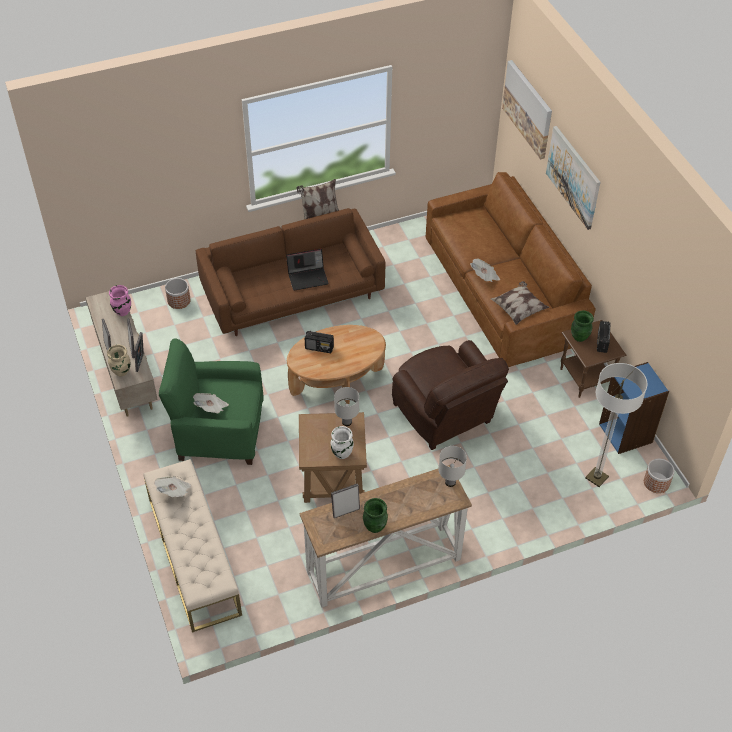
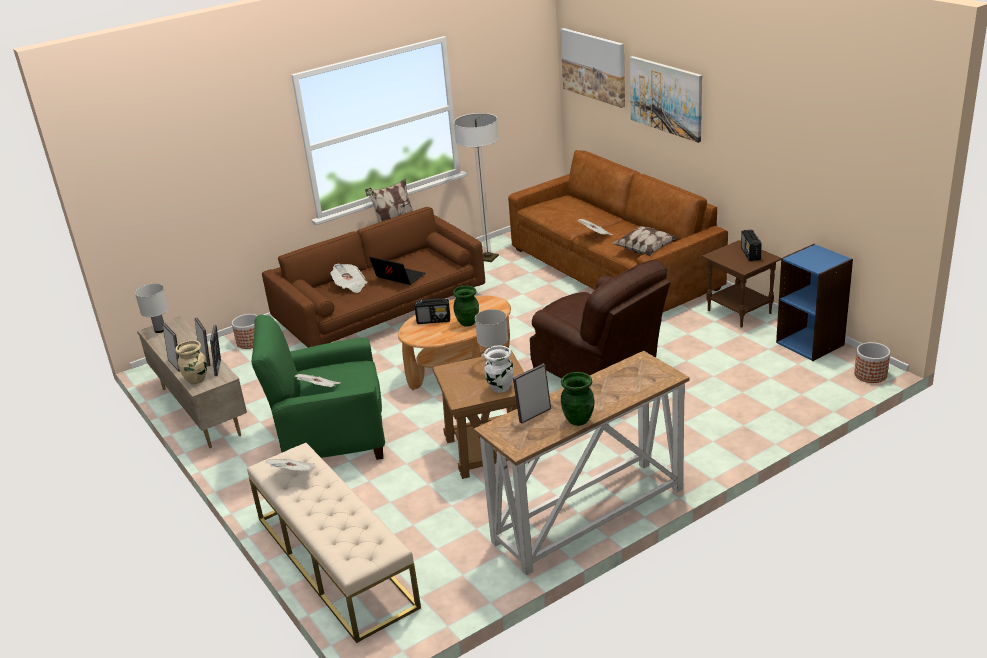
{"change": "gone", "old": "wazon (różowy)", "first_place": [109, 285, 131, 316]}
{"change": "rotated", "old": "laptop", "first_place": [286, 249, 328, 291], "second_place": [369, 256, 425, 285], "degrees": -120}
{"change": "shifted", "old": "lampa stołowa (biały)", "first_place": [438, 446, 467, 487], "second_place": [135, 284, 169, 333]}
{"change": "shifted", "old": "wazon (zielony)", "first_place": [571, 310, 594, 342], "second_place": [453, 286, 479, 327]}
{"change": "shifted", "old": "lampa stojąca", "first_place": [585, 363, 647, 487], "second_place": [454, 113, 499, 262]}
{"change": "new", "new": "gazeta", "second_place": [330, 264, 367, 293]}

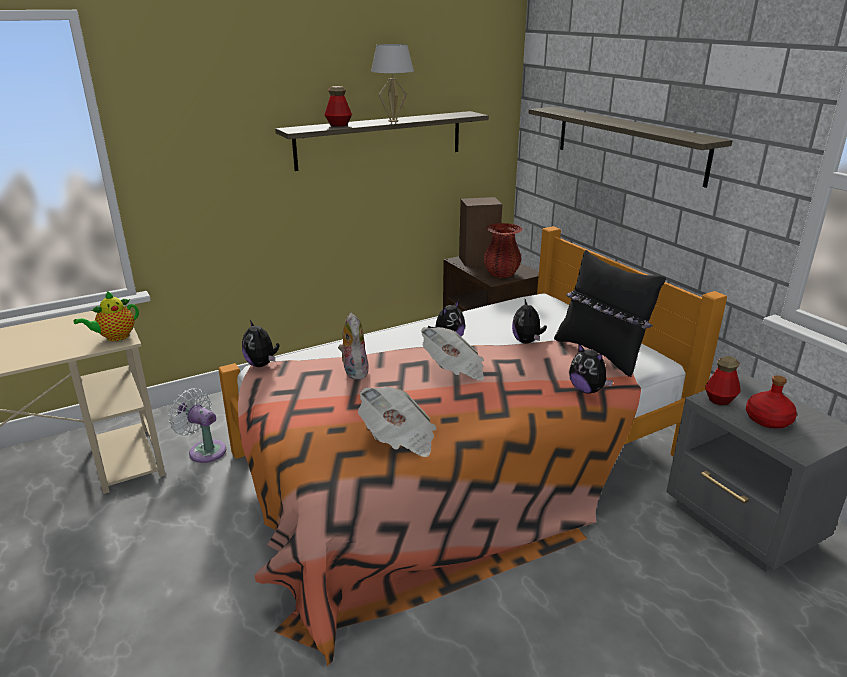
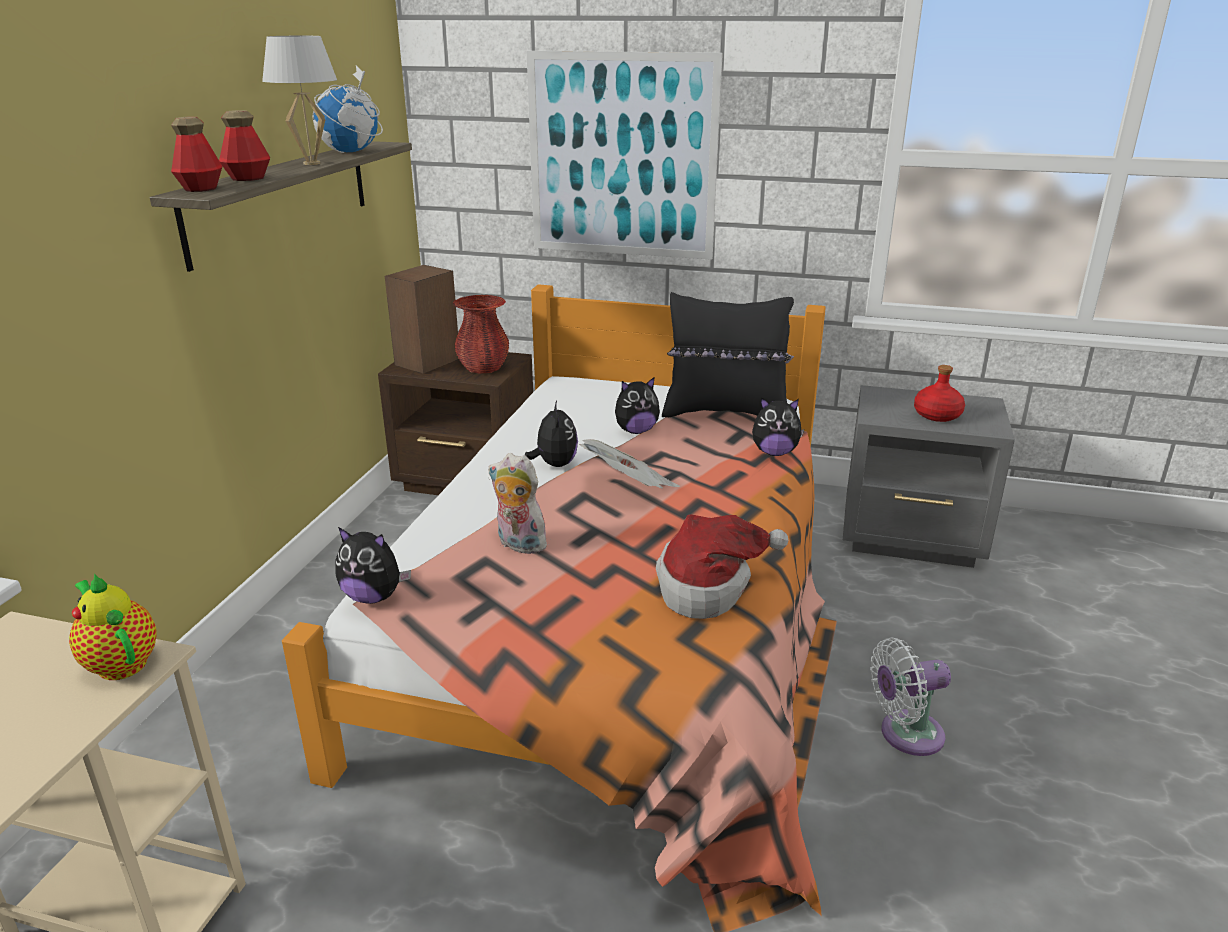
{"change": "rotated", "old": "imbryk", "first_place": [74, 291, 139, 341], "second_place": [69, 573, 157, 680], "degrees": 135}
{"change": "shifted", "old": "wentylator (biały)", "first_place": [169, 388, 226, 463], "second_place": [870, 637, 951, 756]}
{"change": "swapped", "old": "gazeta", "new": "kapelusz", "first_place": [358, 387, 436, 457], "second_place": [656, 514, 788, 619]}
{"change": "rotated", "old": "pluszak", "first_place": [512, 299, 547, 344], "second_place": [615, 377, 660, 434], "degrees": -60}
{"change": "swapped", "old": "półka", "new": "obraz", "first_place": [528, 107, 733, 188], "second_place": [526, 51, 723, 260]}
{"change": "shifted", "old": "butelka", "first_place": [705, 356, 741, 405], "second_place": [171, 117, 222, 192]}
{"change": "new", "new": "globus", "second_place": [313, 65, 383, 153]}

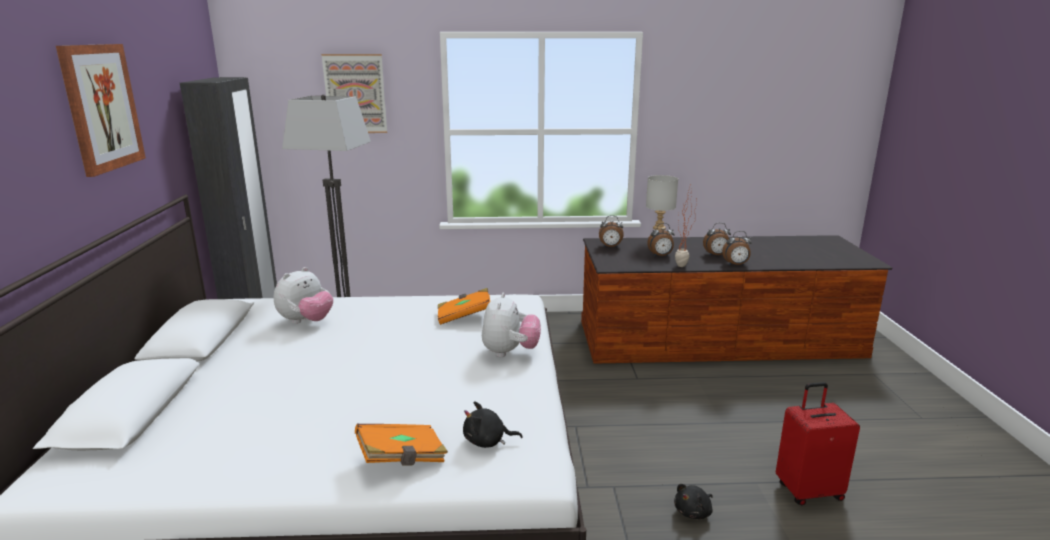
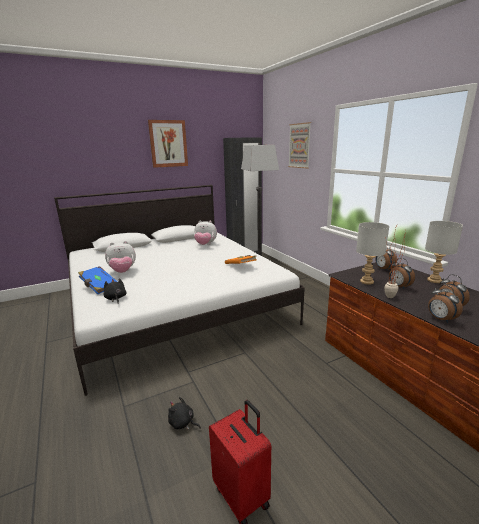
{"change": "repainted", "old": "książka (pomarańczowy)", "new": "książka (niebieski)", "first_place": [355, 424, 448, 466], "second_place": [78, 266, 117, 295]}
{"change": "shifted", "old": "pluszak", "first_place": [482, 293, 541, 357], "second_place": [105, 241, 136, 273]}
{"change": "new", "new": "lampa stołowa (szary)", "second_place": [356, 222, 389, 285]}

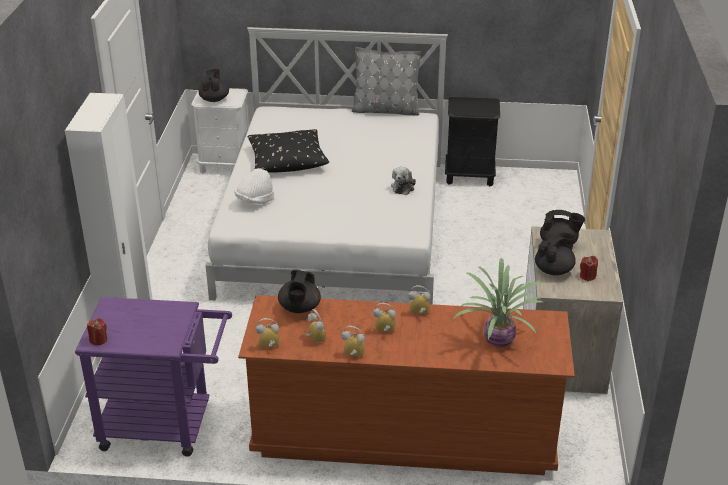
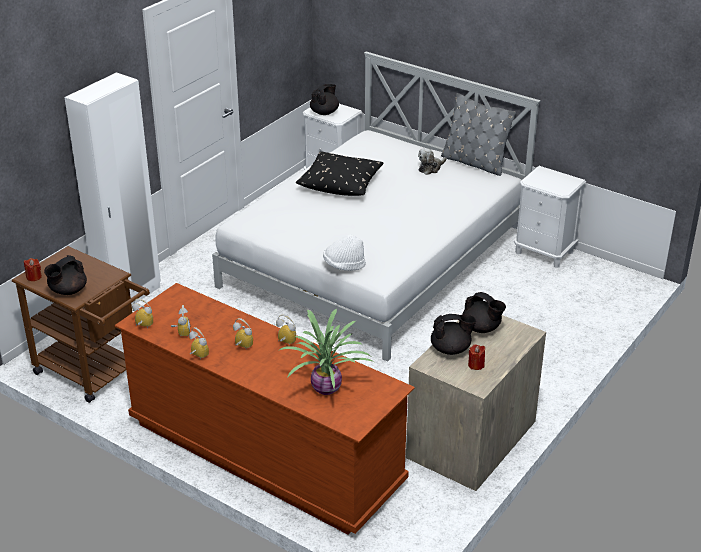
{"change": "repainted", "old": "wózek (fioletowy)", "new": "wózek (brązowy)", "first_place": [75, 297, 232, 457], "second_place": [12, 246, 150, 403]}
{"change": "shifted", "old": "kapelusz (biały)", "first_place": [234, 168, 275, 204], "second_place": [323, 235, 366, 271]}
{"change": "shifted", "old": "imbryk (czarny)", "first_place": [278, 270, 321, 313], "second_place": [44, 255, 87, 295]}
{"change": "shifted", "old": "pluszak", "first_place": [391, 167, 416, 195], "second_place": [418, 148, 446, 175]}
{"change": "repainted", "old": "szafka nocna (czarny)", "new": "szafka nocna (biały)", "first_place": [445, 97, 500, 186], "second_place": [514, 166, 586, 268]}

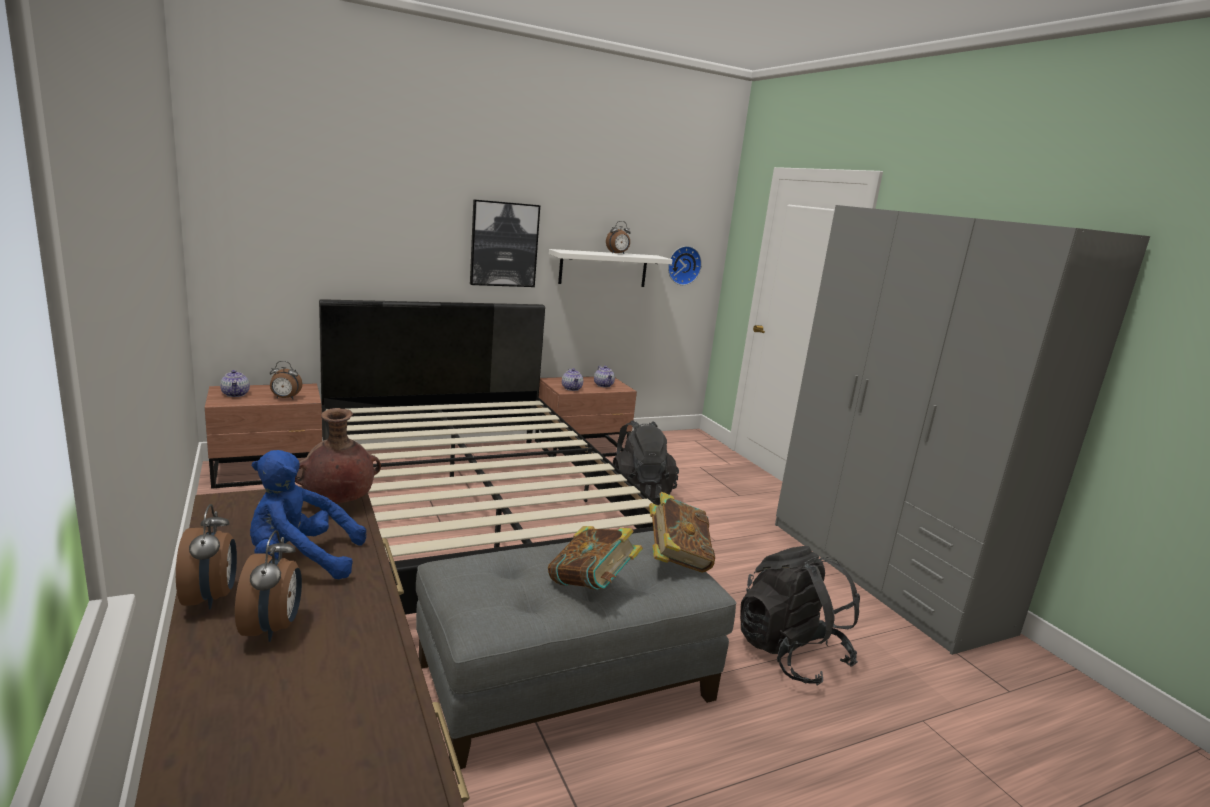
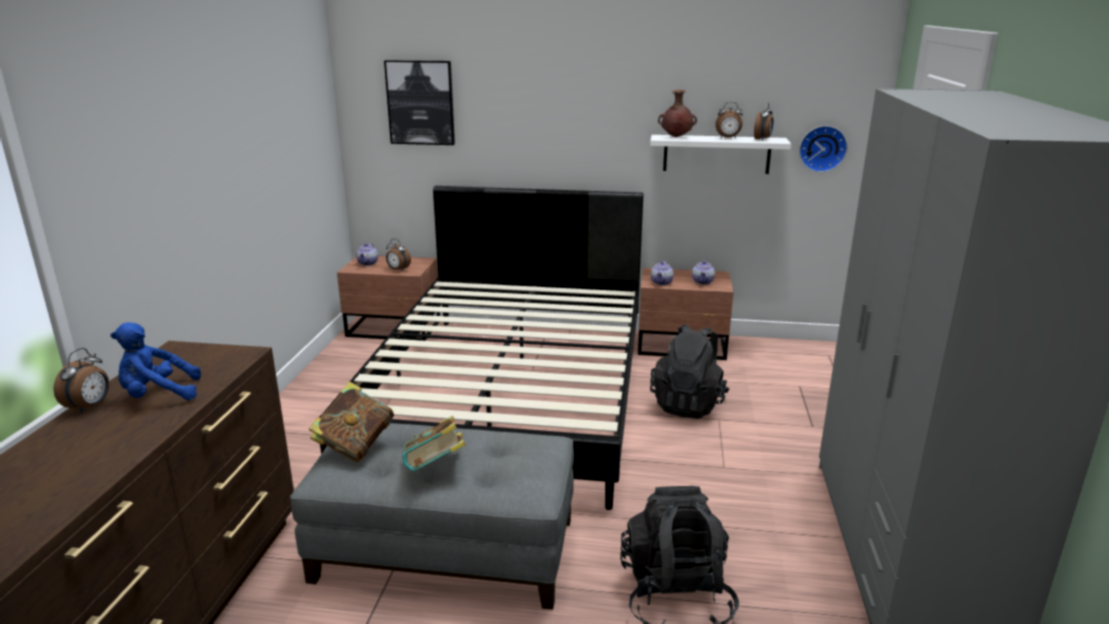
{"change": "shifted", "old": "budzik", "first_place": [235, 530, 302, 642], "second_place": [754, 103, 773, 141]}
{"change": "rotated", "old": "pluszak (niebieski)", "first_place": [250, 450, 366, 579], "second_place": [110, 322, 201, 400], "degrees": -45}
{"change": "shifted", "old": "wazon (brązowy)", "first_place": [295, 408, 381, 504], "second_place": [658, 90, 697, 137]}
{"change": "shifted", "old": "obraz", "first_place": [470, 199, 540, 287], "second_place": [384, 60, 455, 145]}
{"change": "shifted", "old": "książka", "first_place": [649, 492, 715, 572], "second_place": [309, 382, 394, 462]}

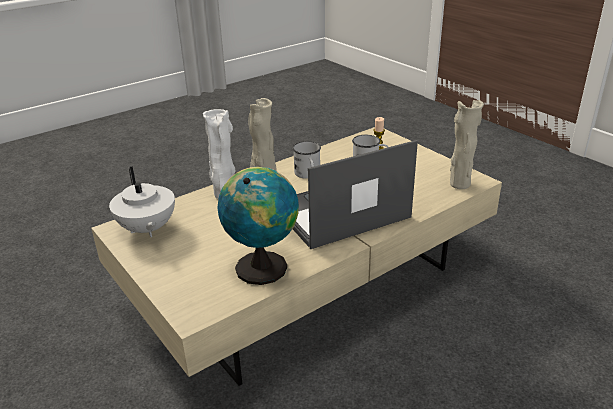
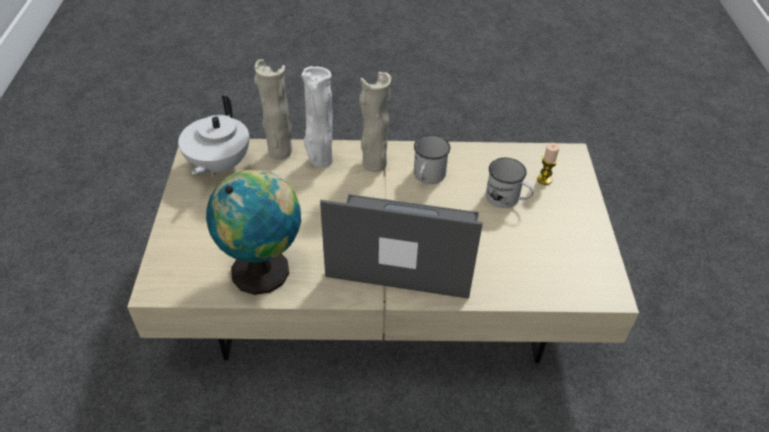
{"change": "shifted", "old": "wazon (beżowy)", "first_place": [450, 100, 484, 189], "second_place": [254, 59, 293, 160]}

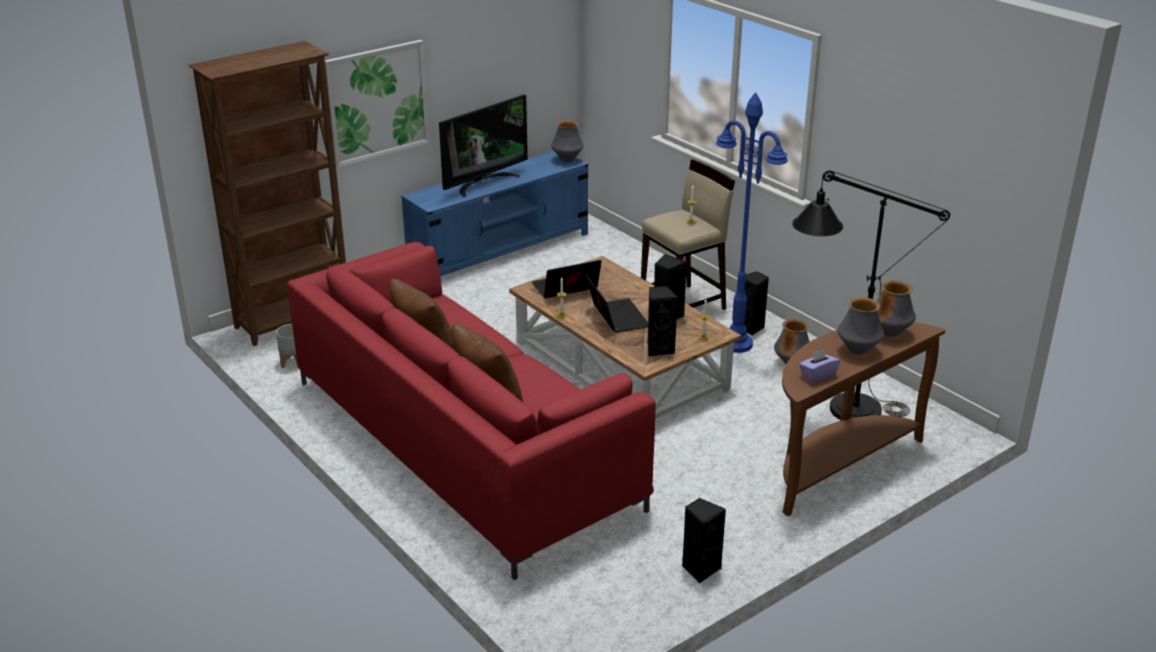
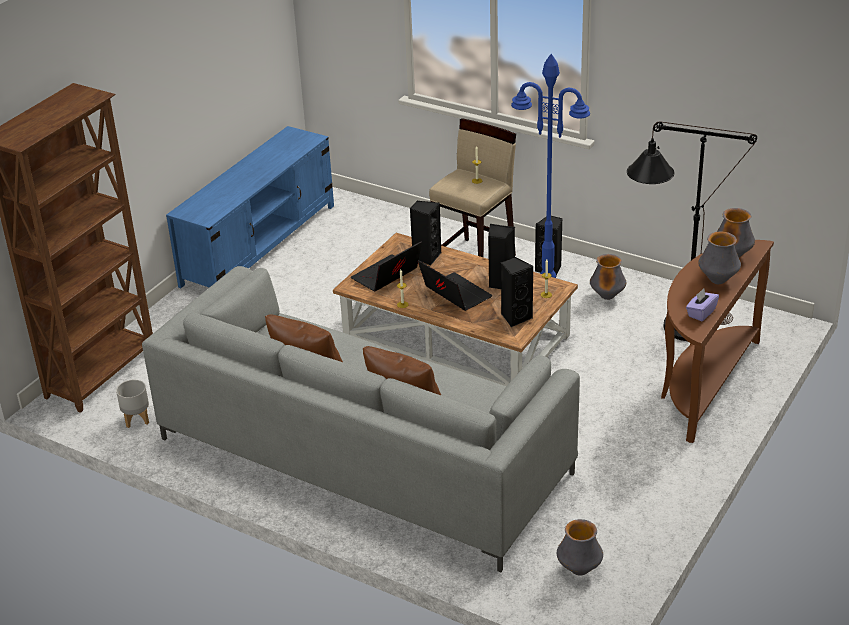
{"change": "repainted", "old": "kanapa (czerwony)", "new": "kanapa (szary)", "first_place": [287, 242, 656, 580], "second_place": [142, 266, 580, 572]}
{"change": "gone", "old": "obraz", "first_place": [325, 40, 430, 168]}
{"change": "gone", "old": "telewizor", "first_place": [439, 94, 528, 197]}
{"change": "shifted", "old": "wazon", "first_place": [551, 120, 584, 162], "second_place": [557, 519, 603, 576]}
{"change": "shifted", "old": "głośnik (czarny)", "first_place": [682, 498, 726, 583], "second_place": [410, 201, 442, 265]}

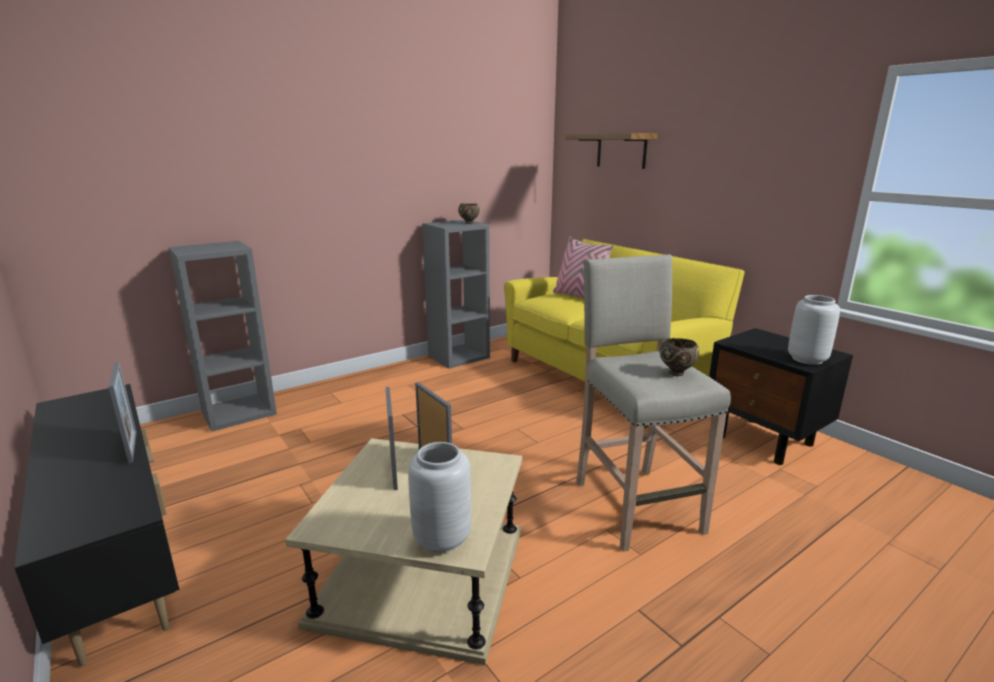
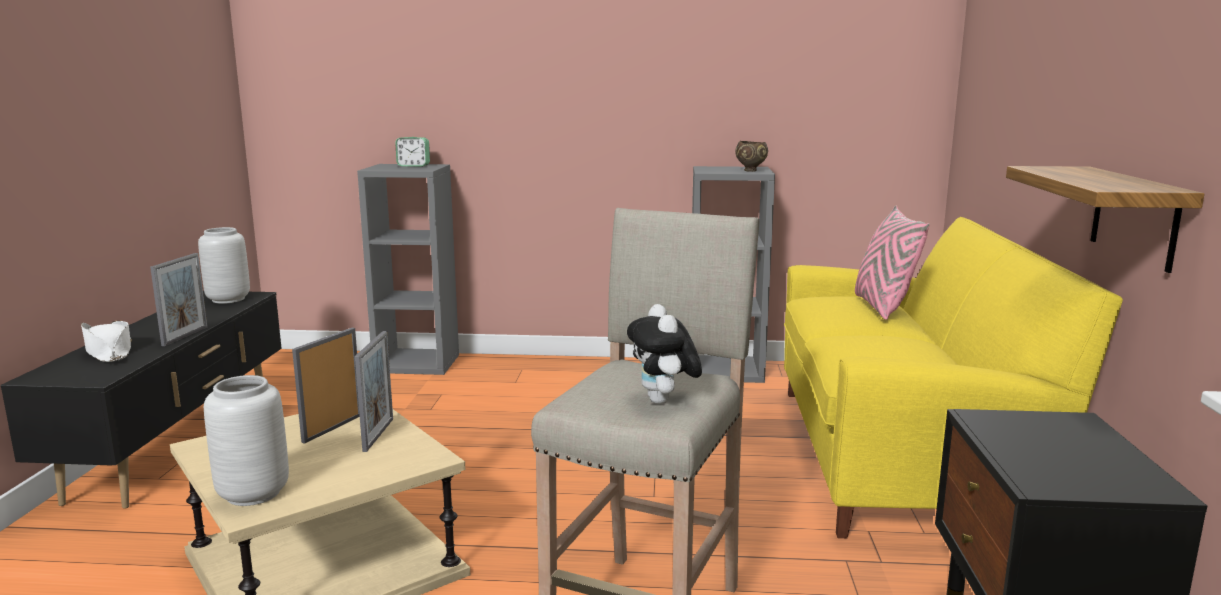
{"change": "shifted", "old": "półka", "first_place": [565, 133, 658, 169], "second_place": [1006, 166, 1204, 273]}
{"change": "swapped", "old": "miska (brązowy)", "new": "pluszak", "first_place": [660, 338, 699, 376], "second_place": [627, 304, 702, 404]}
{"change": "shifted", "old": "wazon (szary)", "first_place": [788, 295, 840, 365], "second_place": [198, 227, 250, 304]}
{"change": "new", "new": "kapelusz (biały)", "second_place": [81, 321, 132, 362]}
{"change": "new", "new": "budzik", "second_place": [395, 137, 430, 167]}

